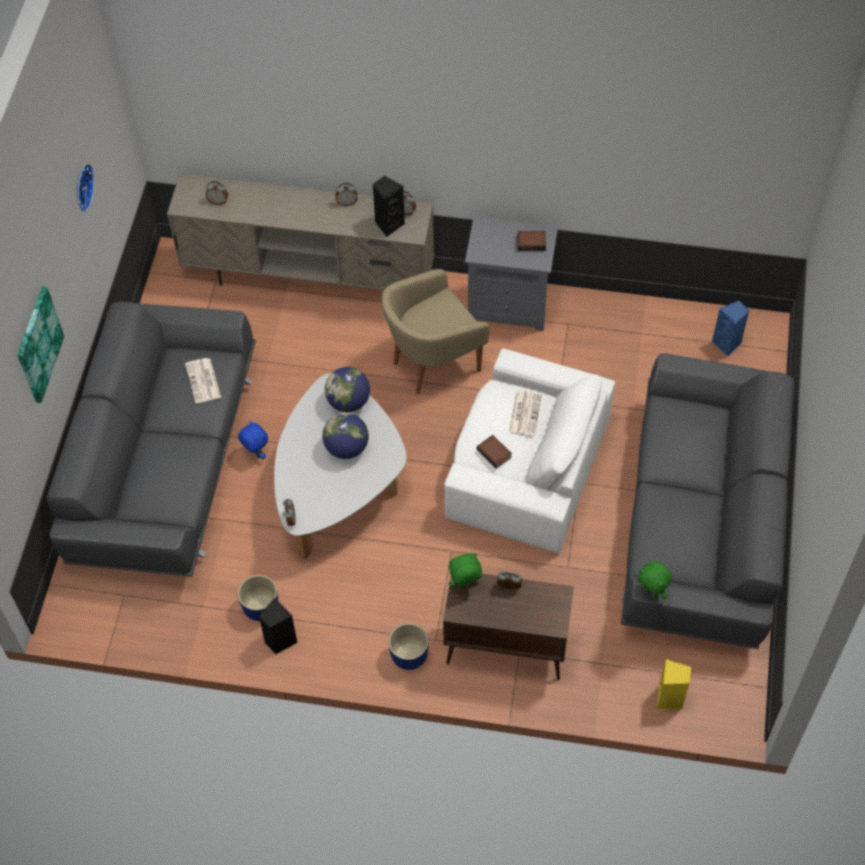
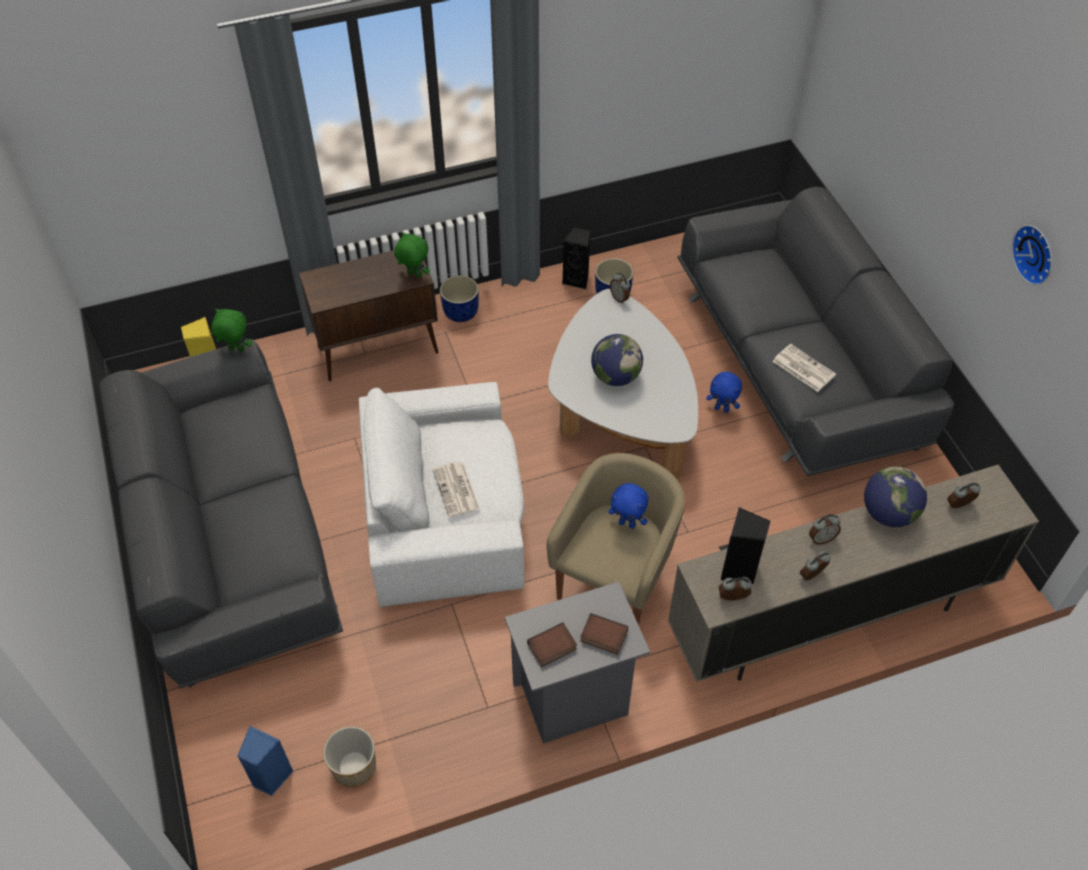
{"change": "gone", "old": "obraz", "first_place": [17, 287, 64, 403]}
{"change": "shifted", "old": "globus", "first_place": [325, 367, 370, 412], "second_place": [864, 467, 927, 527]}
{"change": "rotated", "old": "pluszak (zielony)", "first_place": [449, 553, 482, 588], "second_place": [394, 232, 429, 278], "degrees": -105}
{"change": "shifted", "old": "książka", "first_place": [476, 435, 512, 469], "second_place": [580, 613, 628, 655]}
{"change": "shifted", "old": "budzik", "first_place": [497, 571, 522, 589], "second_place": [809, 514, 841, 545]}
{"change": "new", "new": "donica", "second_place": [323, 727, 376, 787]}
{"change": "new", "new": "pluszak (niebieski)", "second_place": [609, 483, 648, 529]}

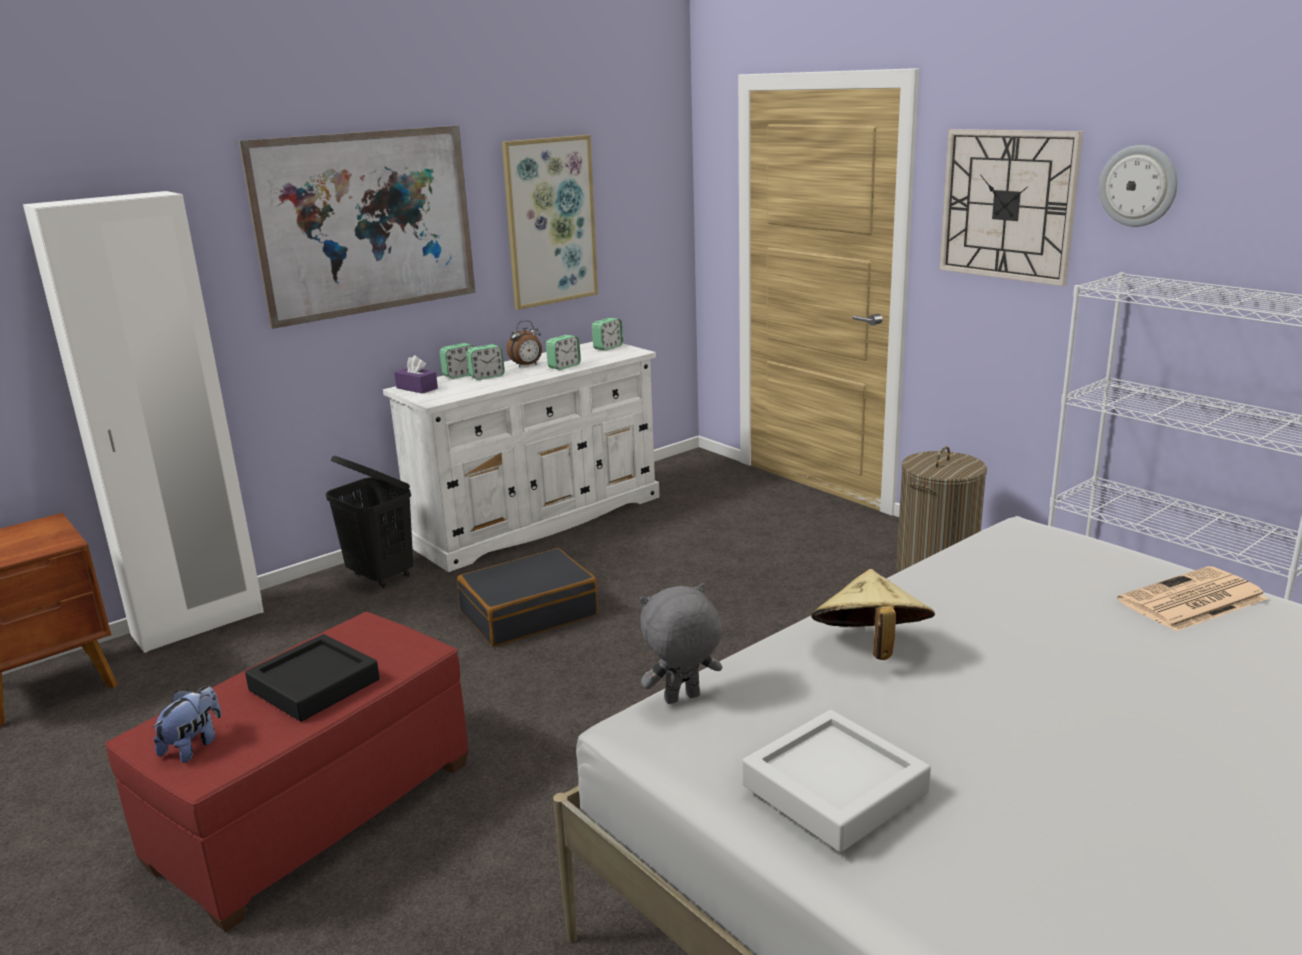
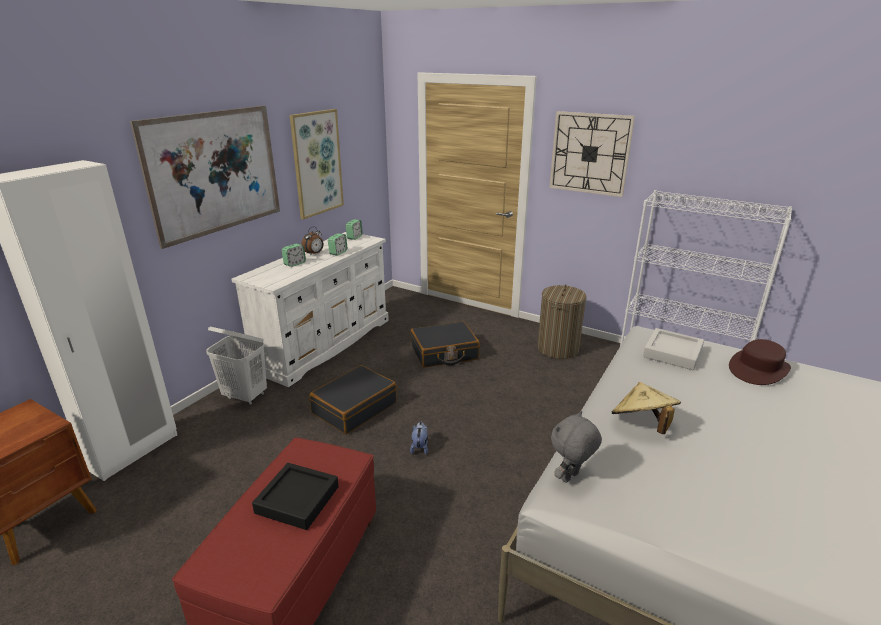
{"change": "shifted", "old": "pluszak", "first_place": [153, 686, 221, 763], "second_place": [410, 422, 428, 455]}
{"change": "repainted", "old": "kosz na pranie (czarny)", "new": "kosz na pranie (biały)", "first_place": [326, 456, 413, 588], "second_place": [206, 327, 267, 405]}
{"change": "gone", "old": "pudełko chusteczek (fioletowy)", "first_place": [394, 355, 438, 394]}
{"change": "gone", "old": "budzik", "first_place": [440, 343, 474, 379]}
{"change": "shifted", "old": "taca (szary)", "first_place": [742, 710, 931, 852], "second_place": [643, 328, 704, 370]}
{"change": "gone", "old": "zegar ścienny", "first_place": [1099, 145, 1177, 227]}
{"change": "swapped", "old": "gazeta", "new": "kapelusz (brązowy)", "first_place": [1117, 566, 1268, 631], "second_place": [729, 339, 791, 385]}
{"change": "new", "new": "walizka (czarny)", "second_place": [411, 321, 480, 368]}

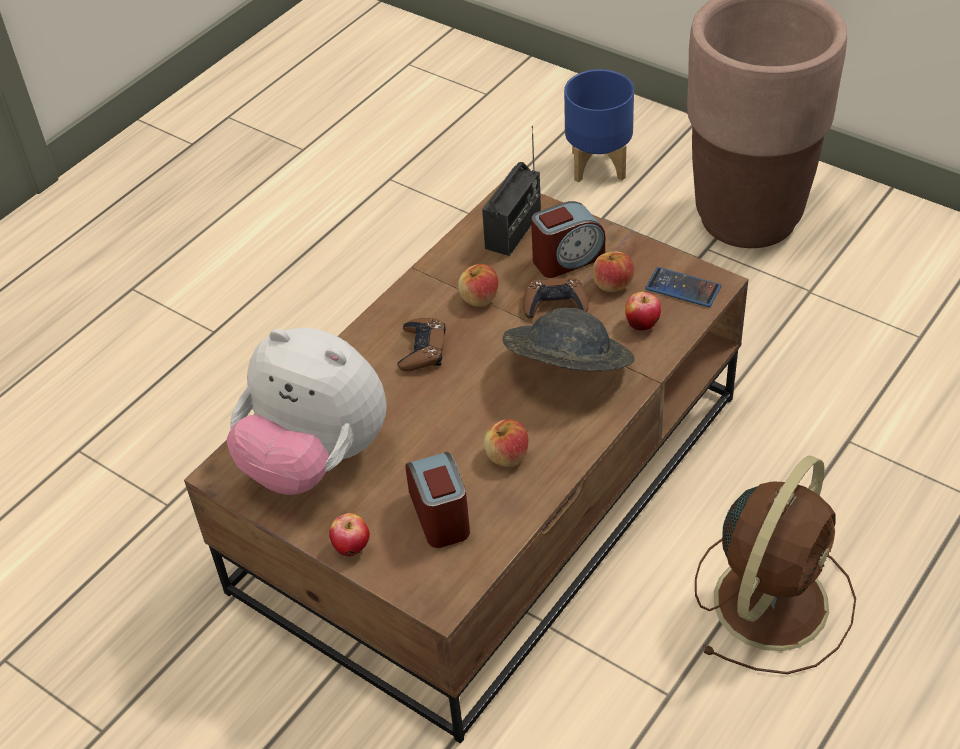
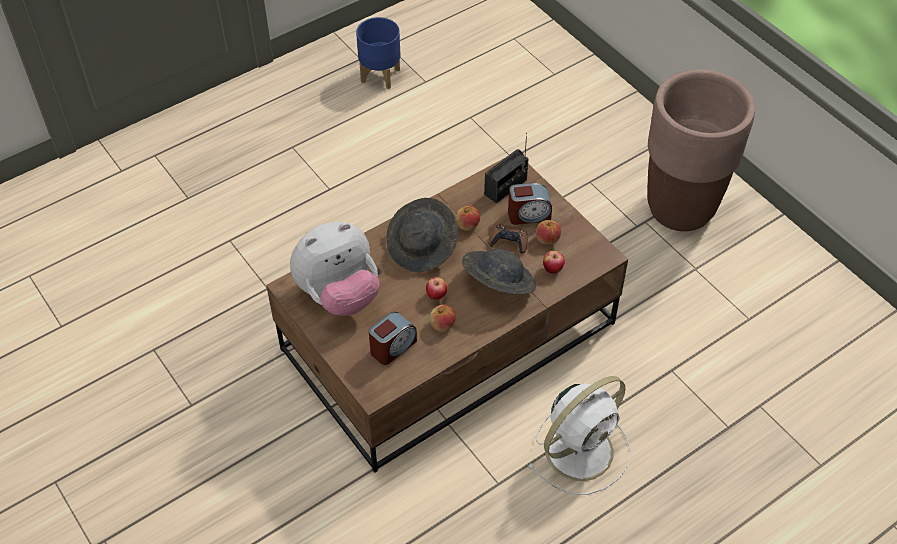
{"change": "rotated", "old": "pluszak", "first_place": [227, 328, 387, 495], "second_place": [290, 222, 379, 316], "degrees": -75}
{"change": "shifted", "old": "jabłko", "first_place": [329, 513, 370, 557], "second_place": [426, 277, 447, 300]}
{"change": "swapped", "old": "pad do gier (brązowy)", "new": "kapelusz (szary)", "first_place": [397, 318, 446, 371], "second_place": [387, 198, 458, 272]}
{"change": "rotated", "old": "budzik", "first_place": [406, 452, 470, 548], "second_place": [369, 312, 417, 365], "degrees": 45}
{"change": "shifted", "old": "donica (niebieski)", "first_place": [564, 69, 634, 182], "second_place": [356, 17, 400, 89]}
{"change": "gone", "old": "telefon", "first_place": [645, 267, 721, 307]}
{"change": "repainted", "old": "wentylator (brązowy)", "new": "wentylator (biały)", "first_place": [695, 456, 856, 674], "second_place": [527, 376, 631, 495]}

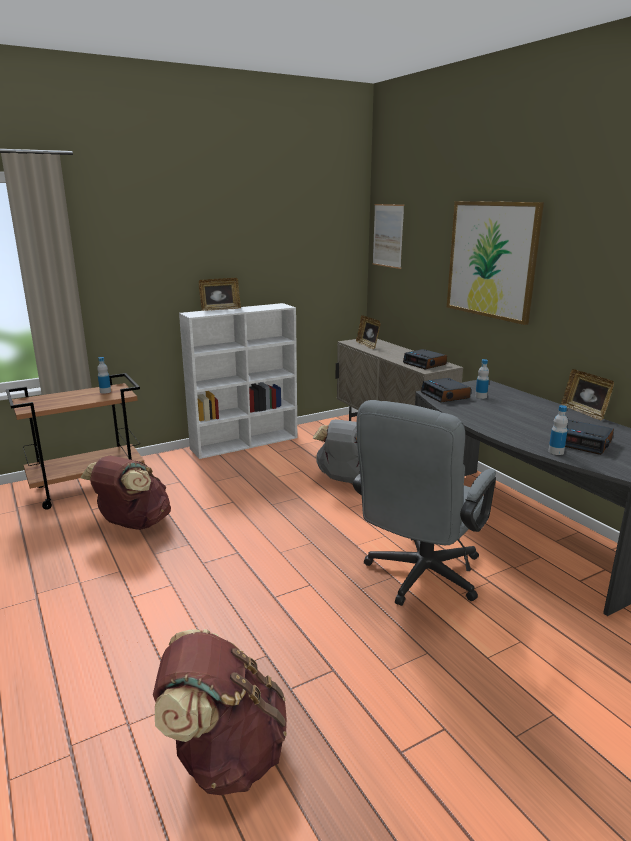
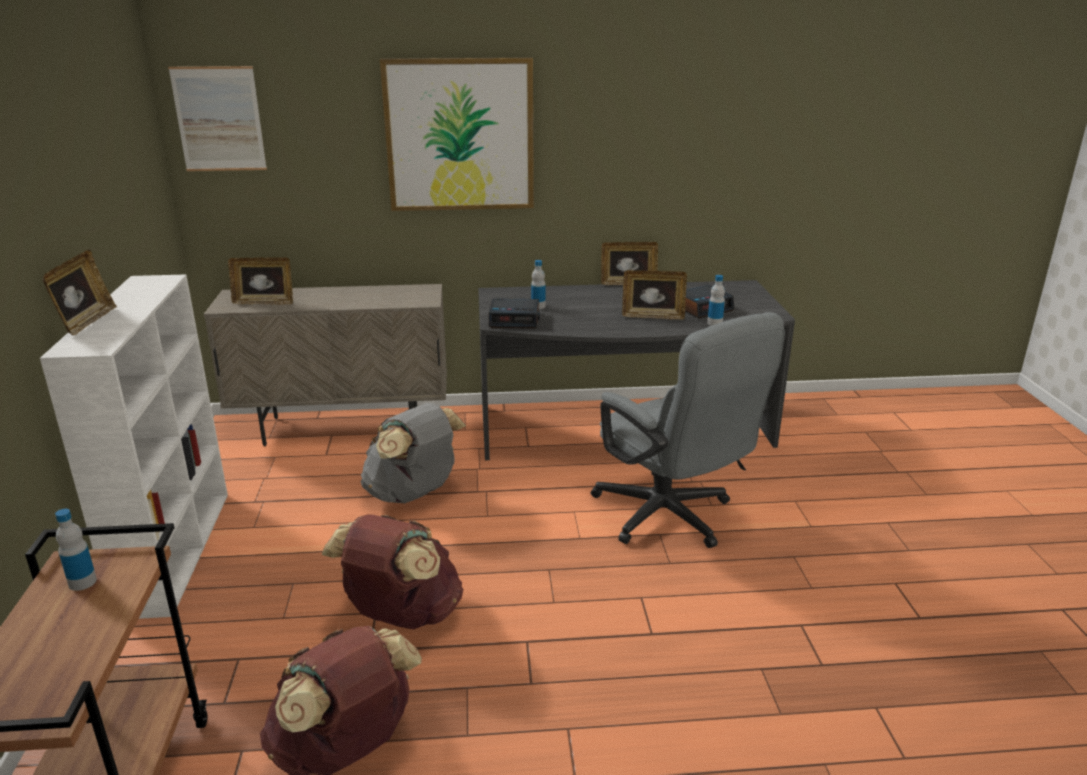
{"change": "shifted", "old": "plecak (brązowy)", "first_place": [153, 629, 287, 795], "second_place": [322, 515, 463, 629]}
{"change": "gone", "old": "budzik", "first_place": [403, 349, 447, 369]}
{"change": "new", "new": "ramka na zdjęcie", "second_place": [622, 270, 687, 320]}

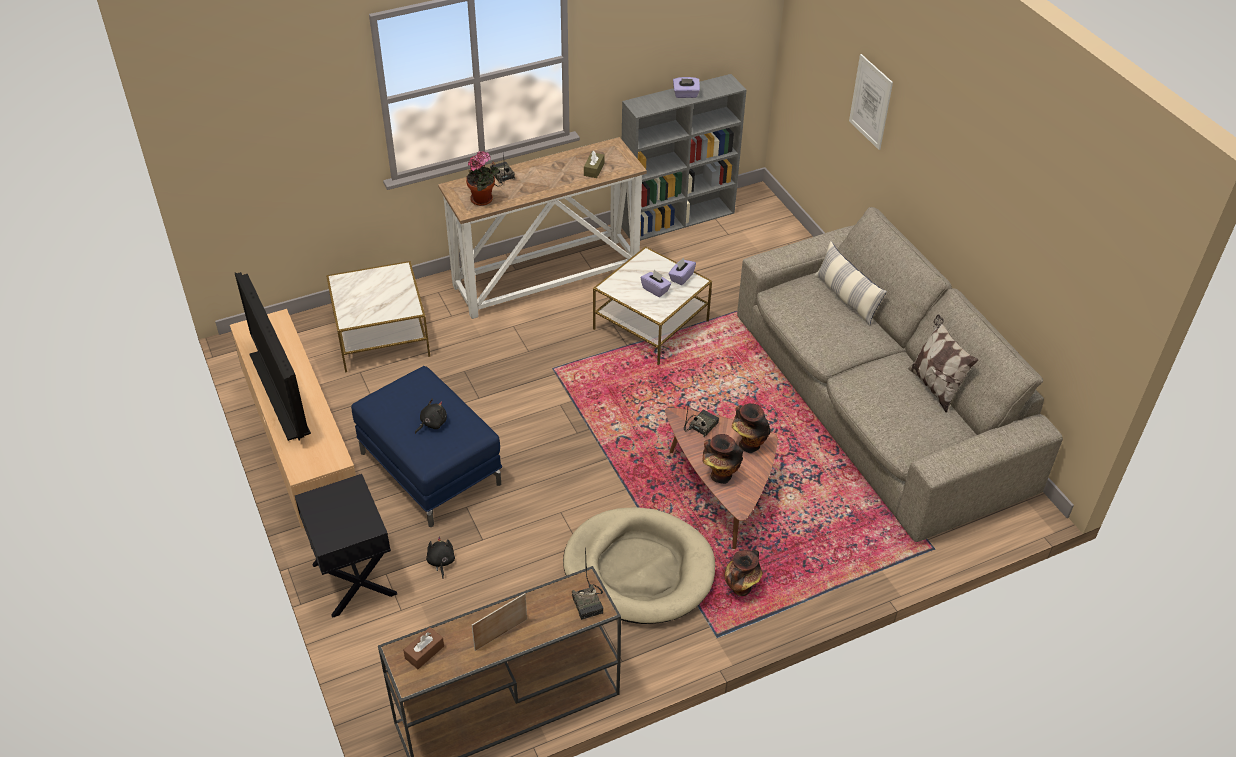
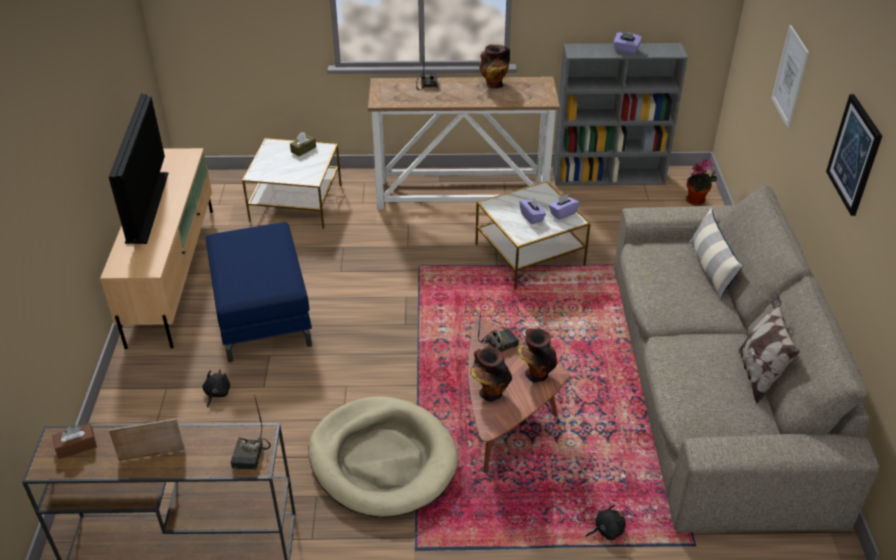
{"change": "gone", "old": "szafka nocna (czarny)", "first_place": [295, 474, 397, 618]}
{"change": "shifted", "old": "pluszak (czarny)", "first_place": [415, 399, 447, 434], "second_place": [585, 505, 626, 540]}
{"change": "shifted", "old": "roślina doniczkowa", "first_place": [466, 151, 499, 206], "second_place": [686, 159, 717, 206]}
{"change": "shifted", "old": "pudełko chusteczek (brązowy)", "first_place": [584, 150, 605, 178], "second_place": [290, 132, 316, 157]}
{"change": "shifted", "old": "wazon", "first_place": [725, 550, 763, 596], "second_place": [479, 45, 510, 89]}
{"change": "new", "new": "obraz", "second_place": [826, 94, 882, 216]}

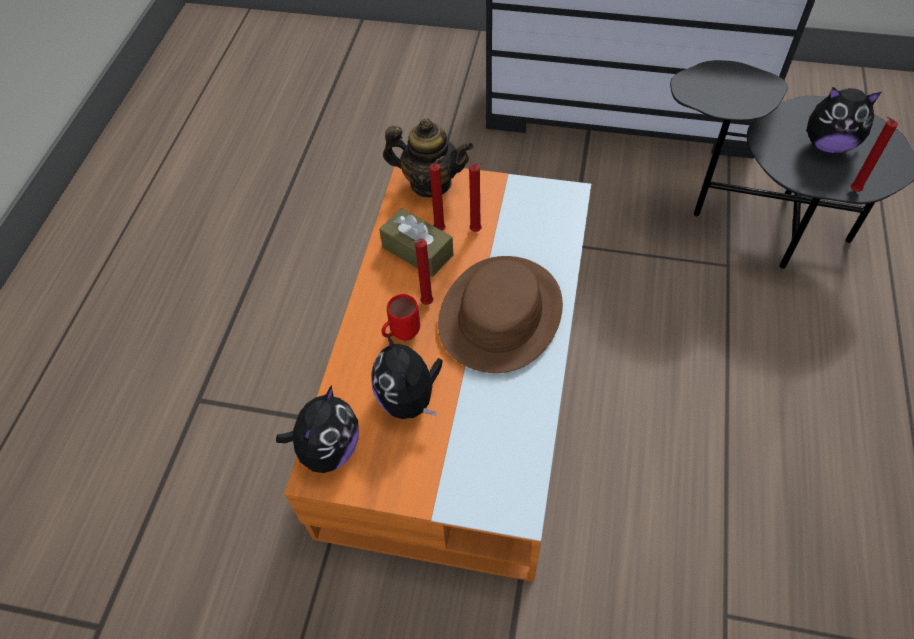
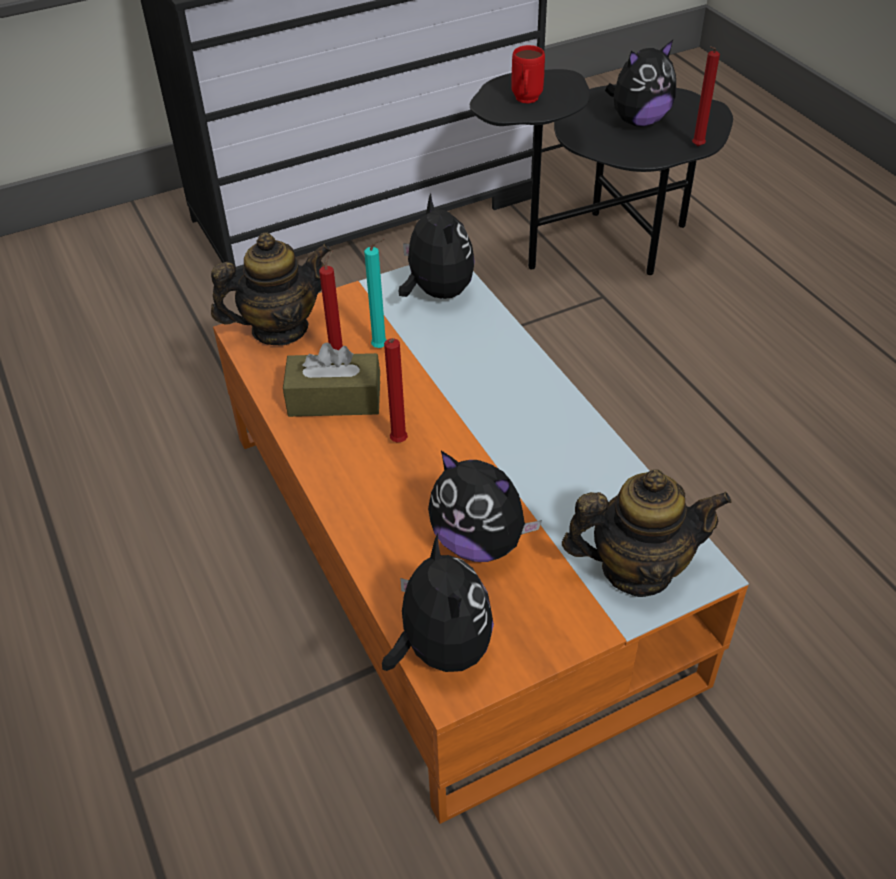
{"change": "shifted", "old": "kubek (czerwony)", "first_place": [382, 294, 420, 341], "second_place": [511, 45, 545, 104]}
{"change": "gone", "old": "kapelusz (brązowy)", "first_place": [438, 256, 563, 373]}
{"change": "repainted", "old": "świeca (czerwony)", "new": "świeca (turkusowy)", "first_place": [469, 162, 483, 232], "second_place": [364, 238, 386, 348]}
{"change": "new", "new": "pluszak", "second_place": [399, 193, 475, 299]}
{"change": "new", "new": "imbryk", "second_place": [562, 469, 732, 597]}

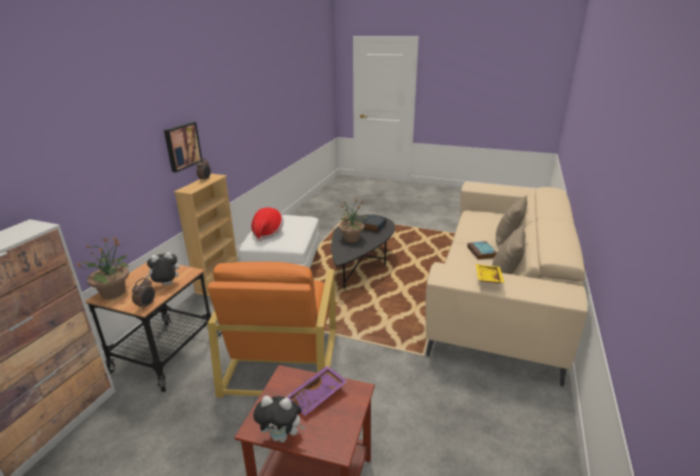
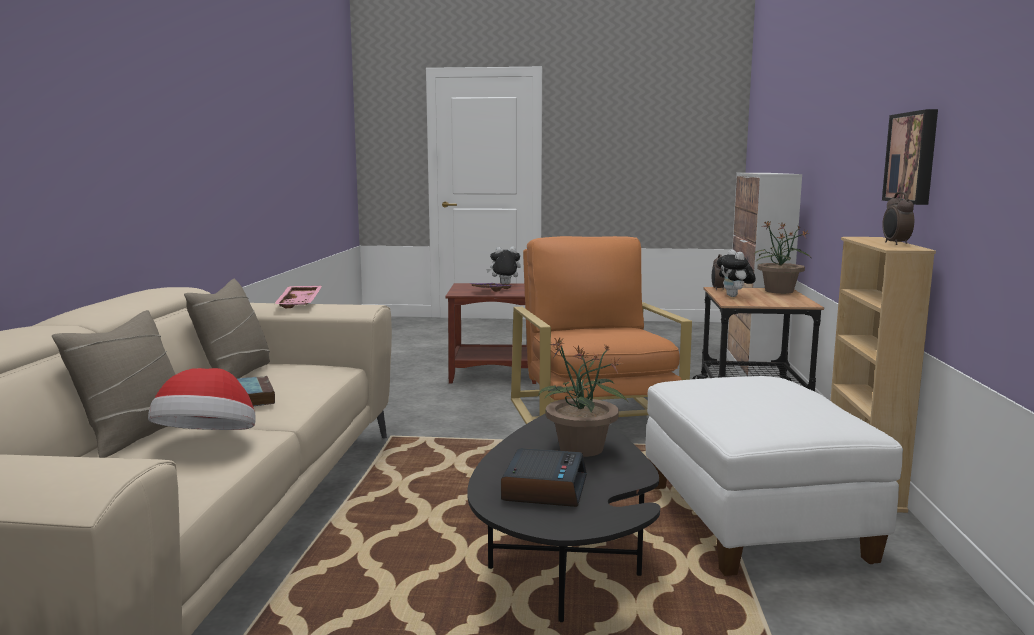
{"change": "rotated", "old": "pluszak", "first_place": [145, 252, 180, 285], "second_place": [717, 249, 756, 297], "degrees": 120}
{"change": "shifted", "old": "kapelusz", "first_place": [251, 208, 284, 241], "second_place": [148, 368, 255, 430]}
{"change": "repainted", "old": "taca (żółty)", "new": "taca (różowy)", "first_place": [476, 264, 505, 283], "second_place": [274, 286, 322, 308]}

